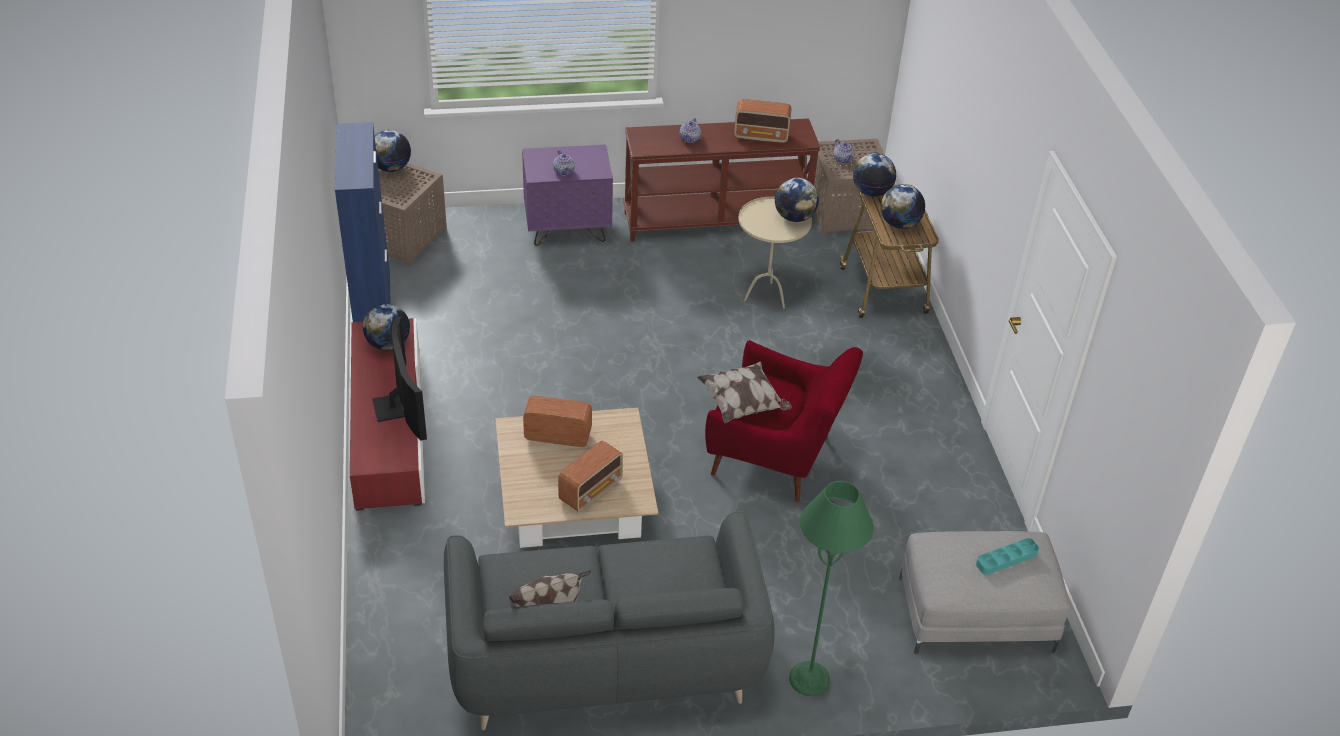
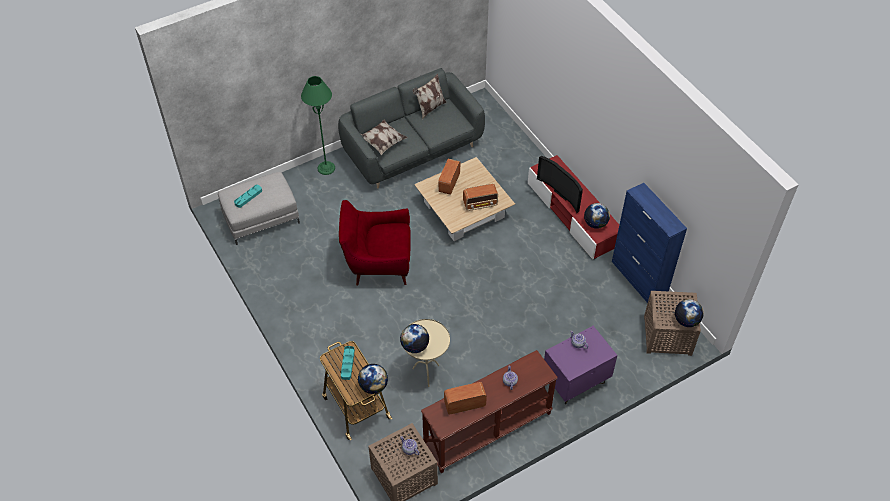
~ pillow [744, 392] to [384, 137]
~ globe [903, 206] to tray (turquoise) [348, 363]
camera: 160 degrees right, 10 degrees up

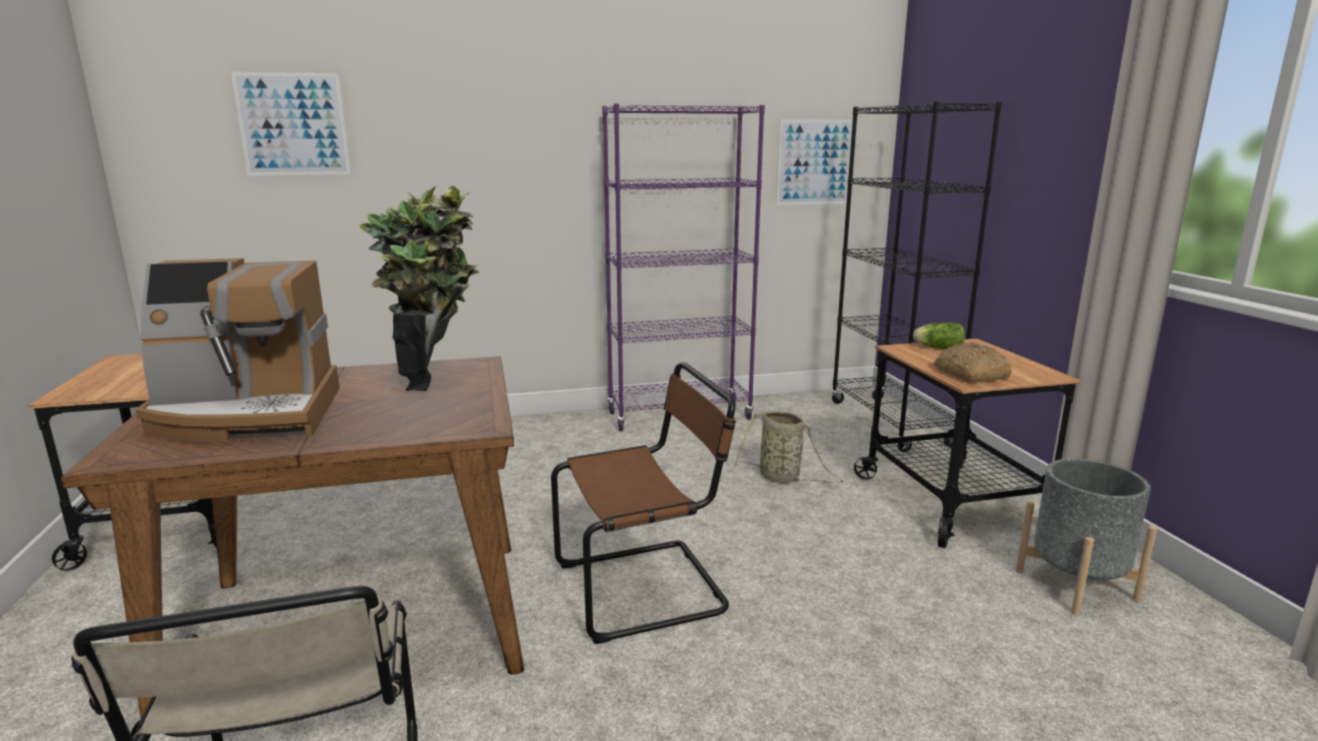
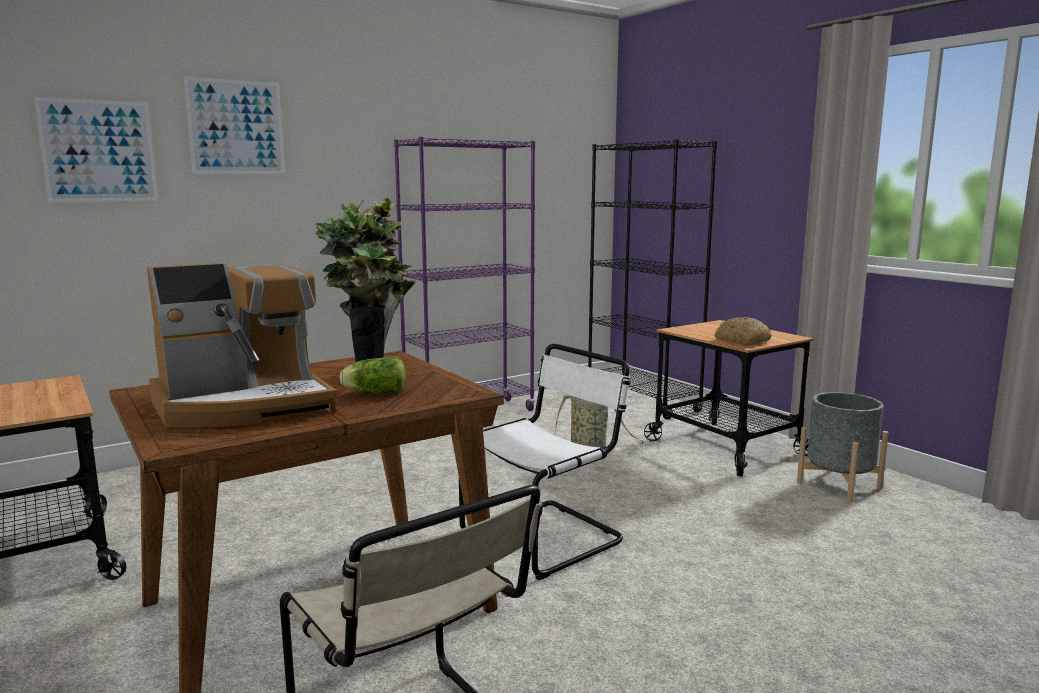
~ chair (brown) [643, 503] to chair (white) [545, 462]
~ picture [814, 162] to [234, 125]
~ lettuce [939, 336] to [373, 375]
camera: 20 degrees left, 5 degrees down

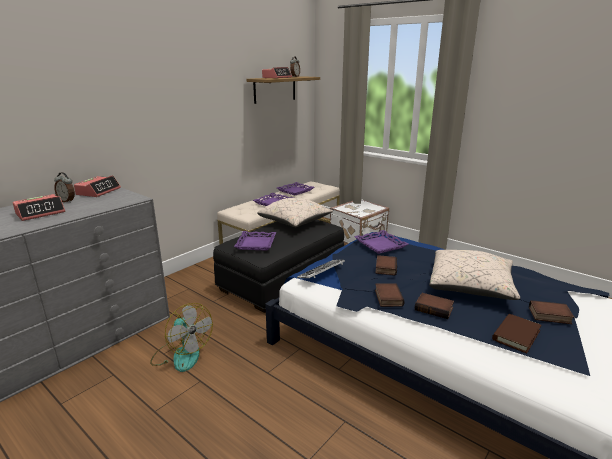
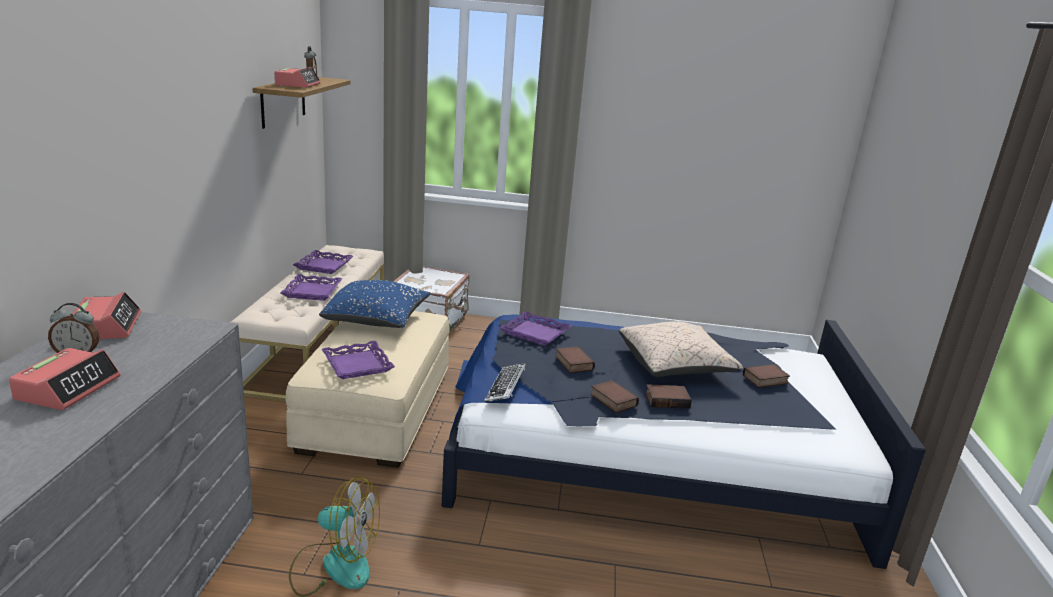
~ ottoman (black) [278, 266] to ottoman (beige) [367, 389]
~ pillow (beige) [295, 212] to pillow (blue) [375, 304]
- book (brown) [516, 333]
camera: 35 degrees left, 0 degrees up

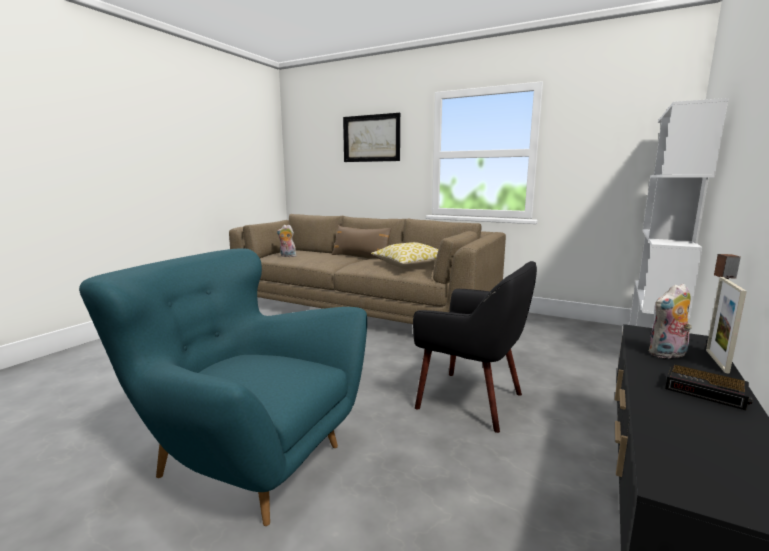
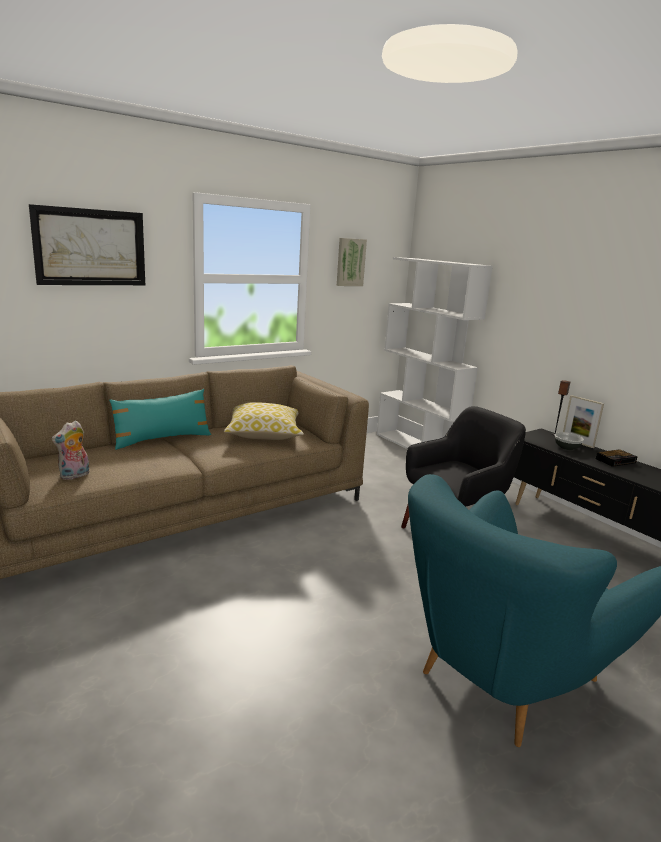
~ pillow (brown) [362, 242] to pillow (turquoise) [160, 419]
~ plush toy [670, 321] to bowl [569, 441]
+ picture [352, 262]
camera: 65 degrees left, 5 degrees up

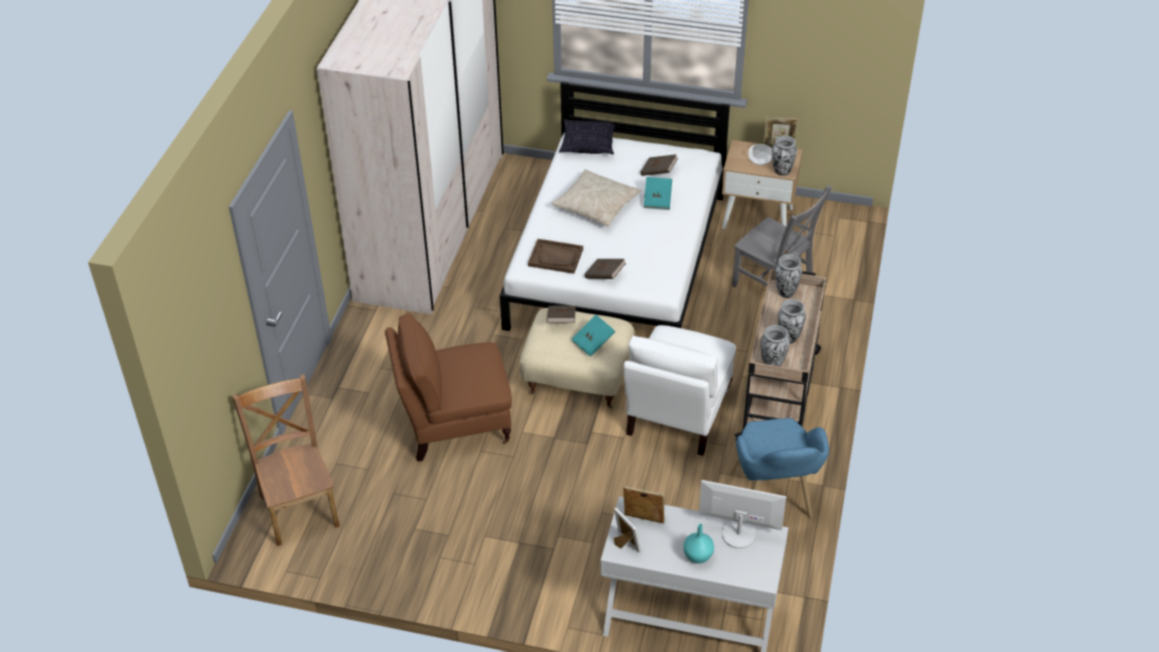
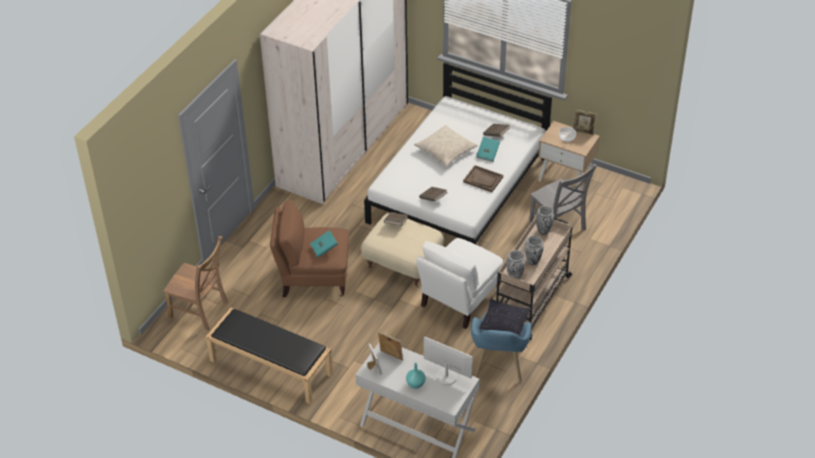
~ chair (brown) [286, 460] = [195, 283] 120 degrees clockwise
~ tray (brown) [555, 256] to [483, 178]
~ pillow [587, 136] to [505, 317]
~ book (turquoise) [593, 336] to [324, 244]
- vase [784, 155]
+ bench (black) [269, 356]
camera: 15 degrees right, 0 degrees up

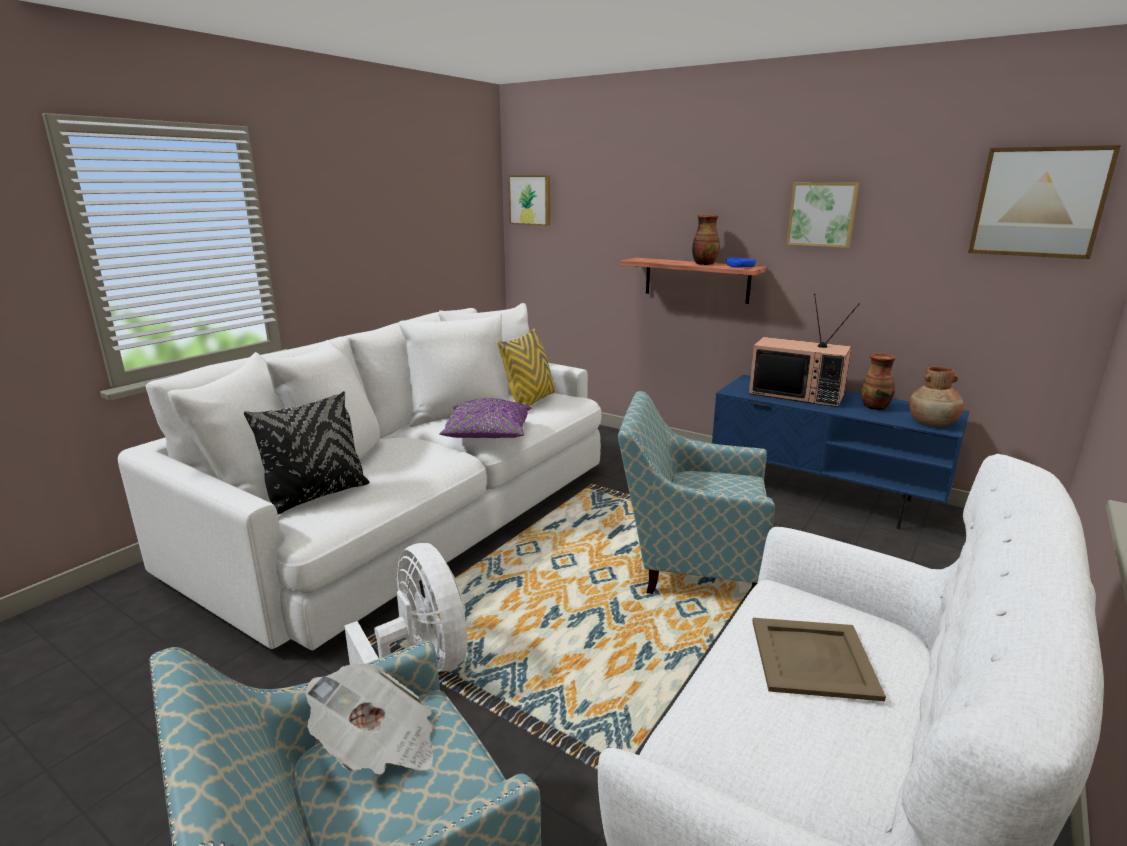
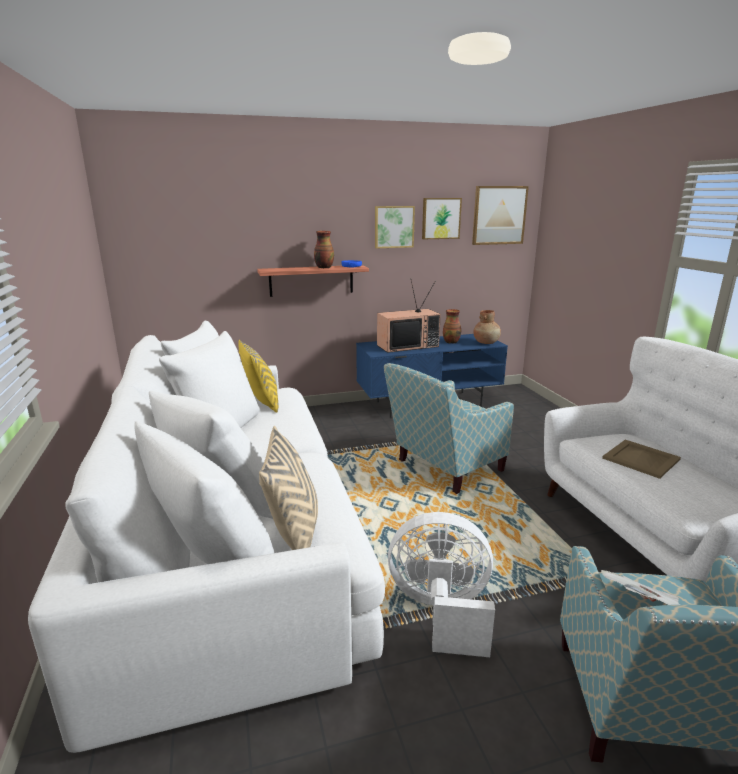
~ pillow (black) [306, 452] to pillow (beige) [288, 487]
- pillow (purple) [485, 418]
~ picture [529, 200] to [442, 218]
camera: 50 degrees left, 0 degrees up

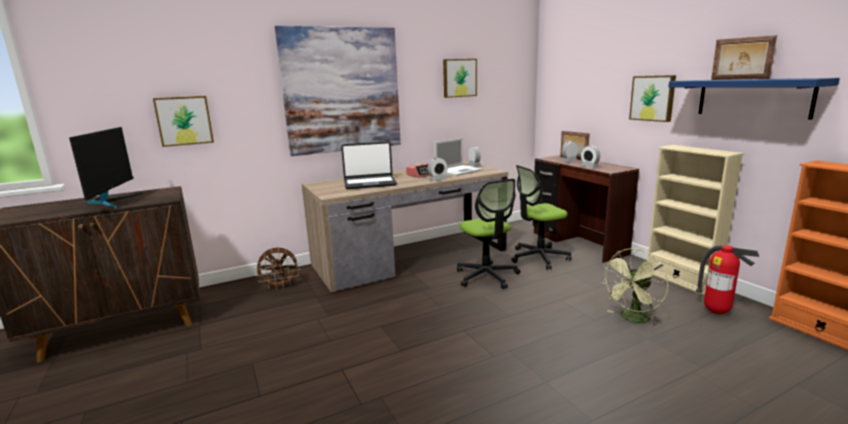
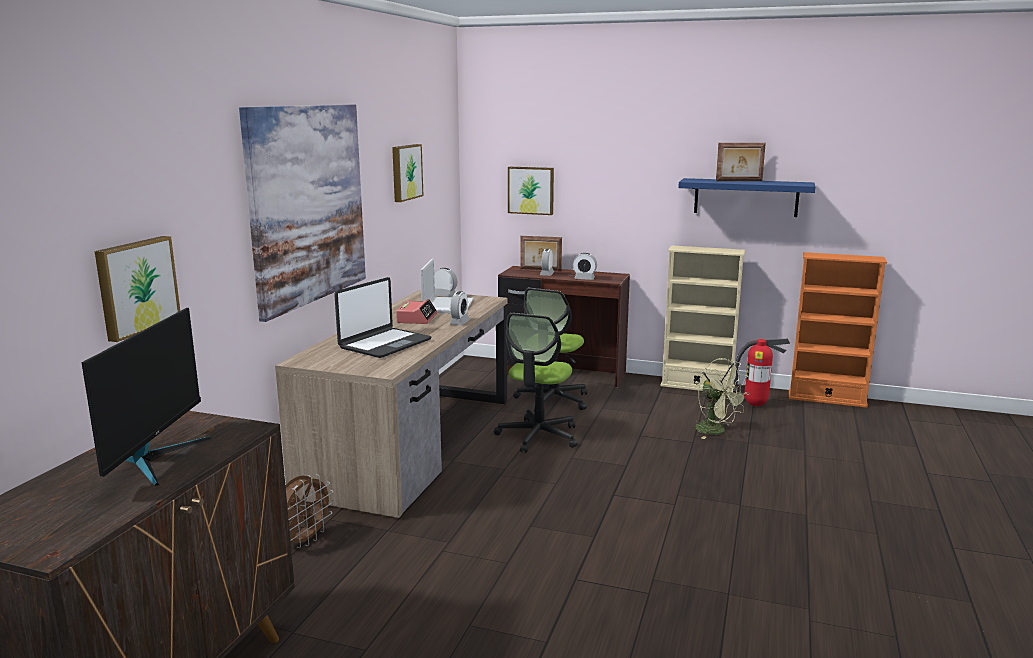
~ monitor [105, 167] = [146, 397] 60 degrees clockwise
~ office chair [488, 234] = [536, 383] 90 degrees clockwise
~ fan (green) [634, 287] = [722, 398] 45 degrees counterclockwise
~ picture [652, 98] to [531, 191]
camera: 45 degrees left, 0 degrees up

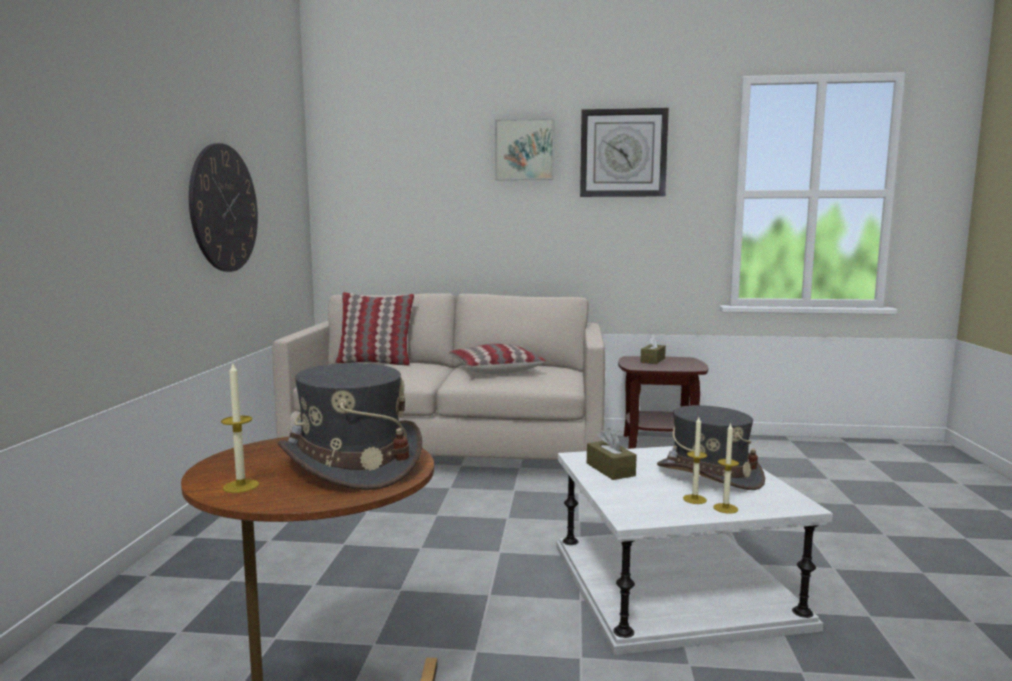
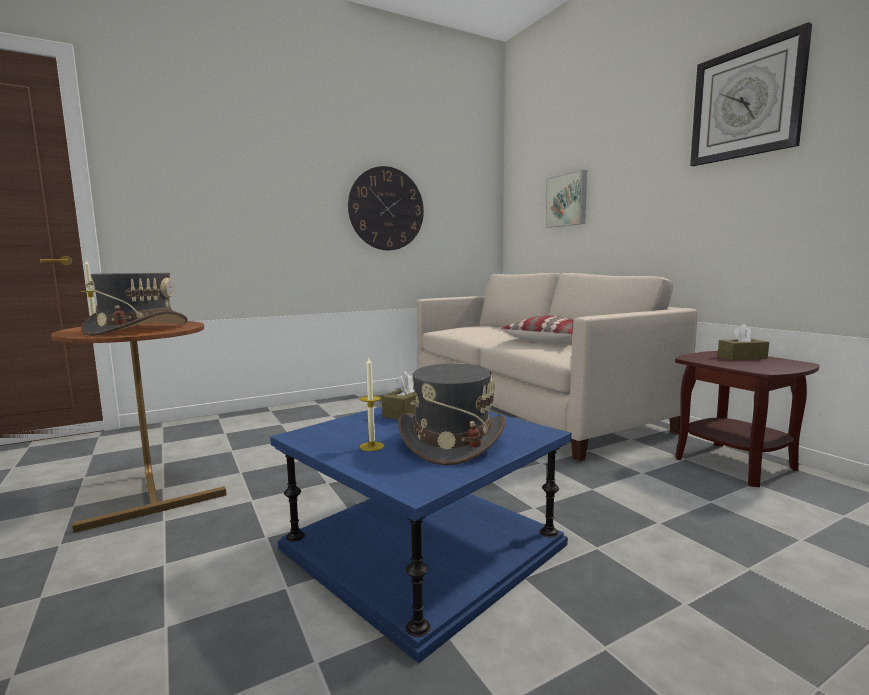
- pillow [374, 329]
~ picture [524, 149] to [566, 199]
~ side table (white) [694, 550] to side table (blue) [420, 535]
- candle [726, 468]
camera: 55 degrees right, 0 degrees up

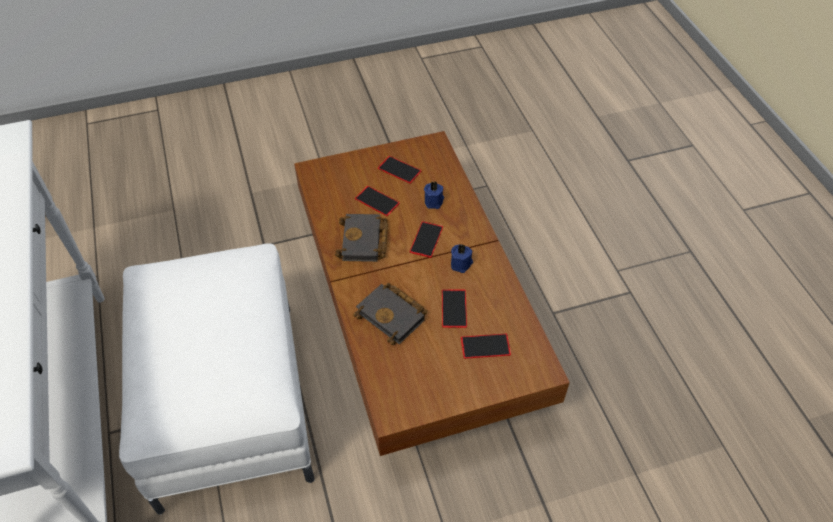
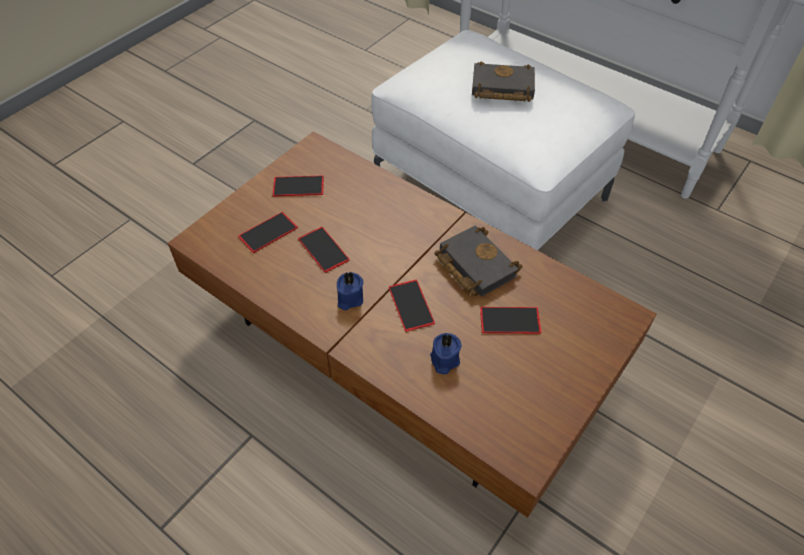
~ book (black) [390, 314] to [503, 81]
~ phone [400, 170] to [298, 186]
camera: 145 degrees right, 0 degrees up

